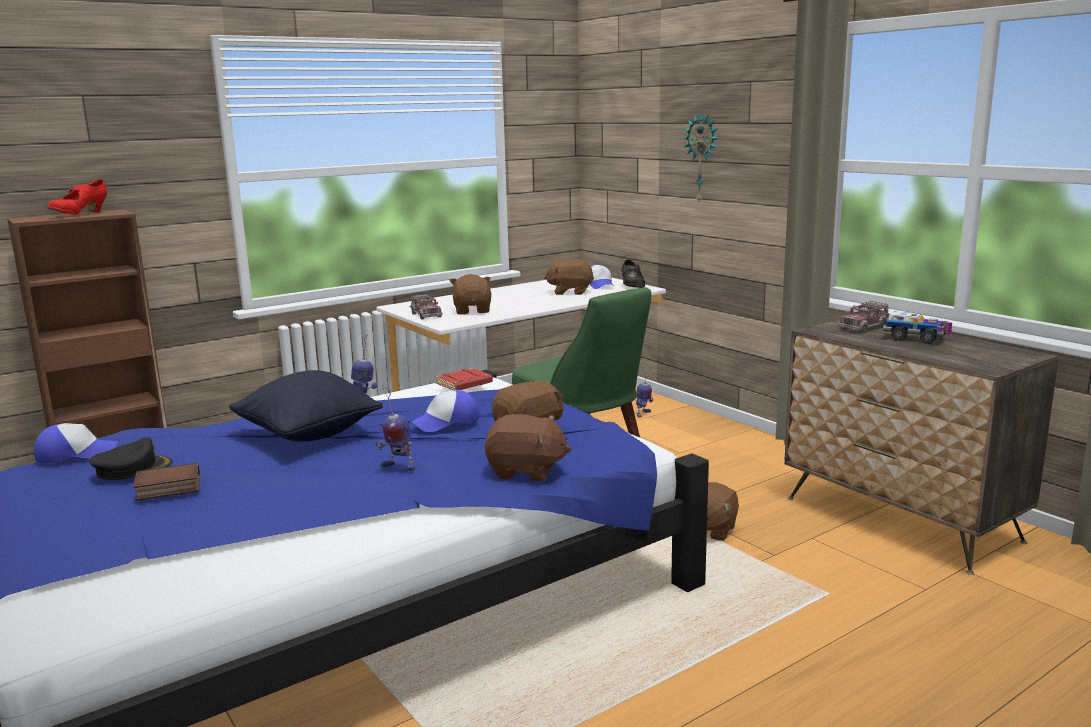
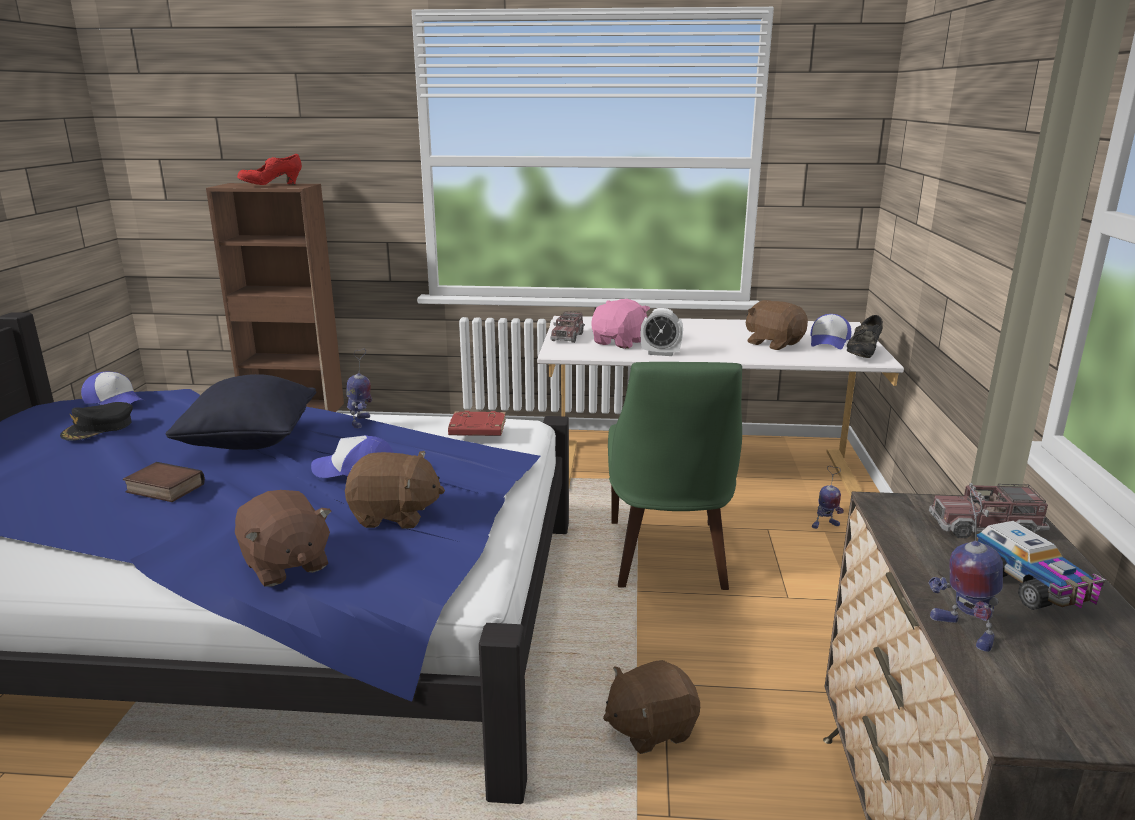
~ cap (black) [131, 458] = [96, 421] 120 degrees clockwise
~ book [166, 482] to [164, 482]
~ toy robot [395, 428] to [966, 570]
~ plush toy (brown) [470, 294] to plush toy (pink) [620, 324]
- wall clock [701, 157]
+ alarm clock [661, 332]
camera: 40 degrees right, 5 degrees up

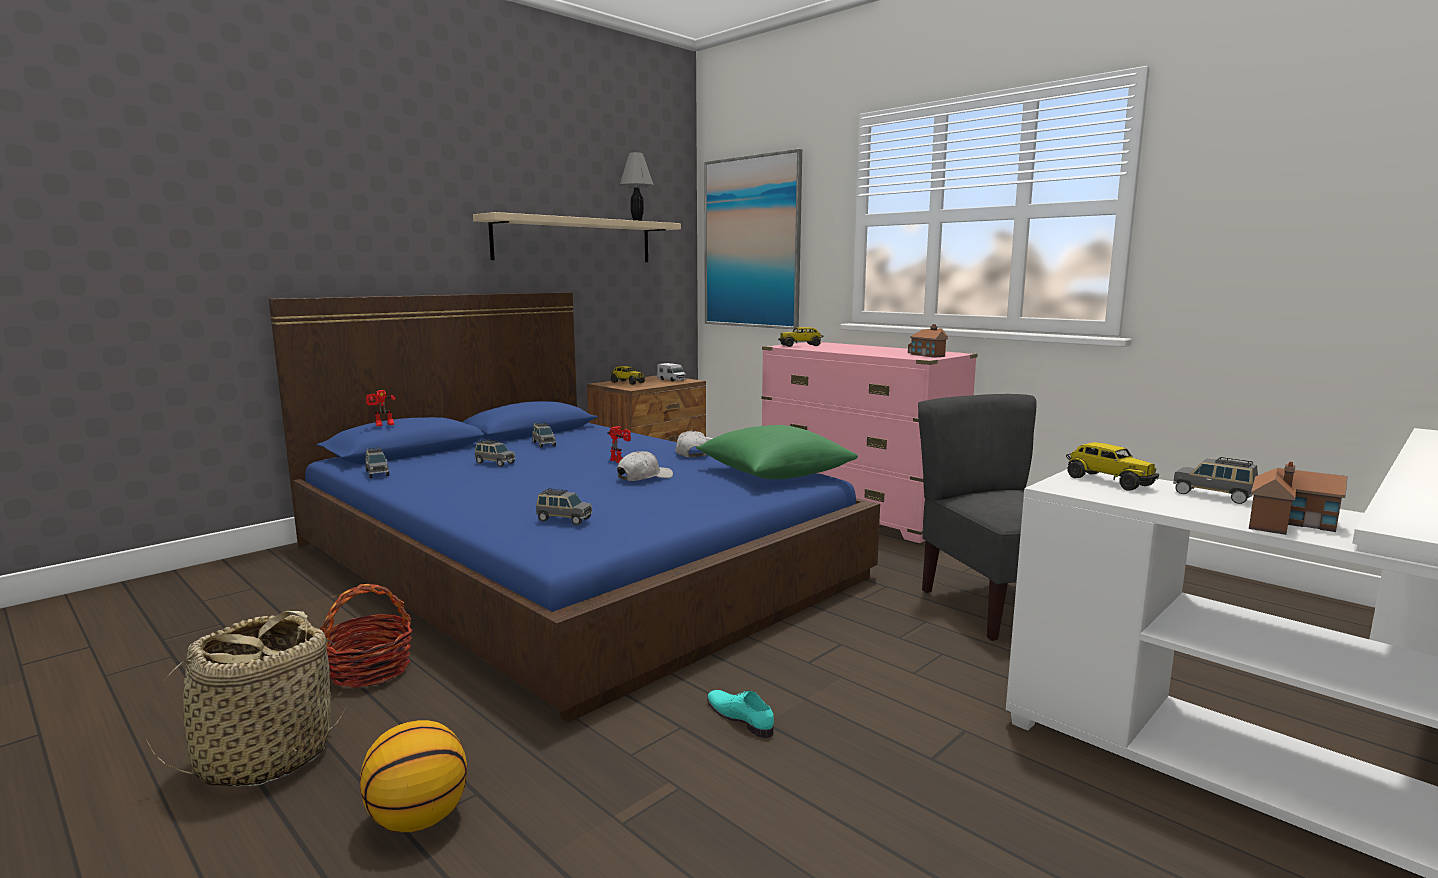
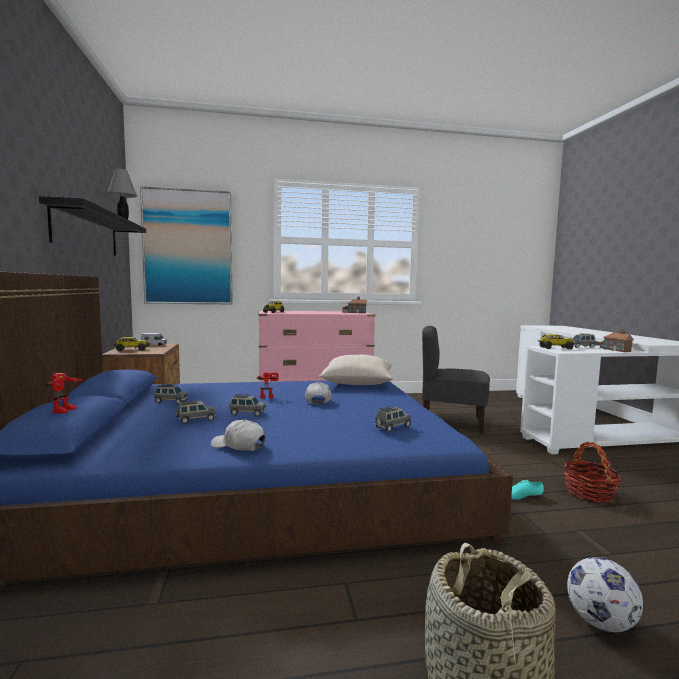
~ basket [366, 636] to [592, 472]
~ basketball [413, 776] to football [605, 595]
~ toy car (grey) [377, 462] to [247, 405]
~ shelf (beige) [577, 237] to shelf (black) [92, 226]
~ cap (white) [691, 444] to [238, 435]
~ pillow (green) [777, 452] to pillow (beige) [356, 370]
camera: 55 degrees left, 5 degrees down

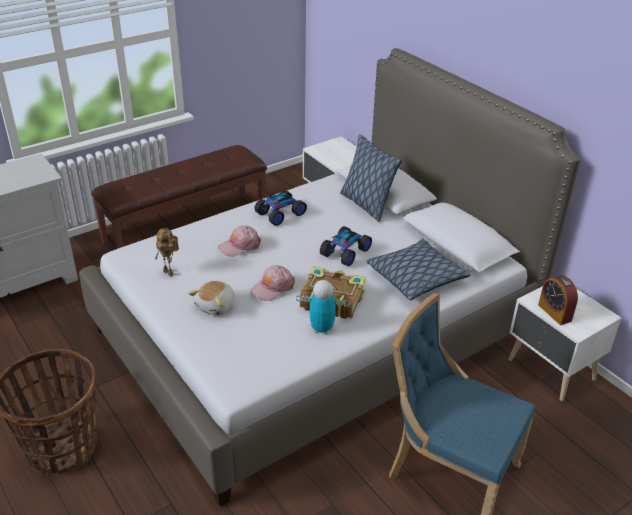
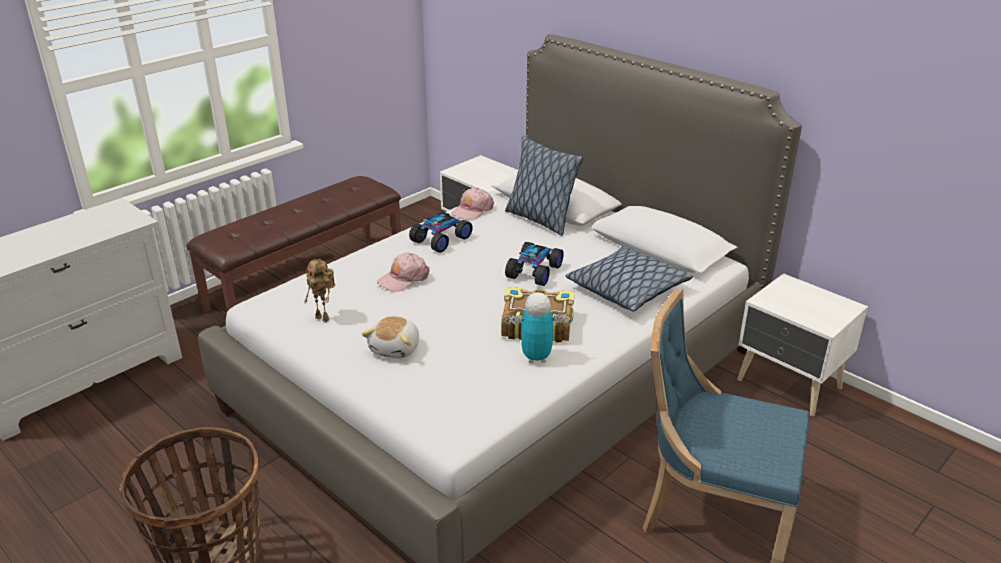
~ cap (pink) [272, 283] to [472, 204]
- alarm clock [558, 300]
camera: 10 degrees left, 5 degrees down

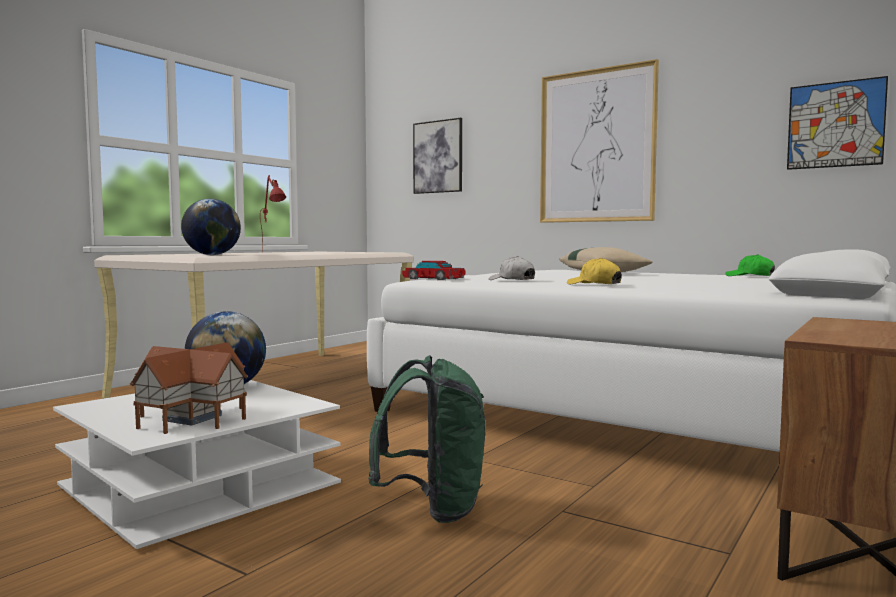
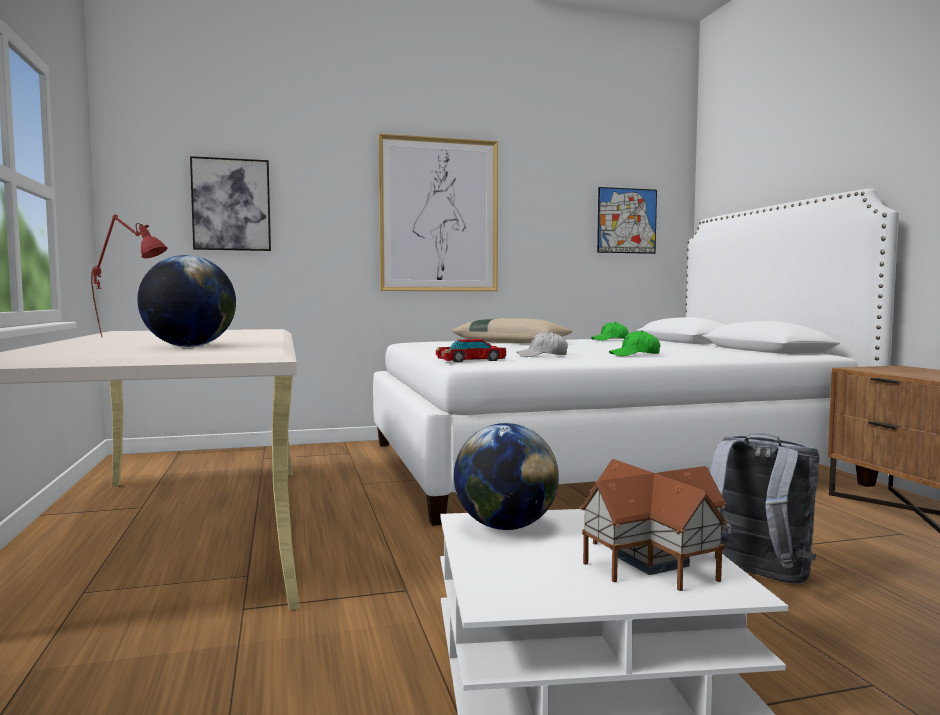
~ backpack (green) [426, 439] to backpack (grey) [765, 508]
~ cap (yellow) [594, 271] to cap (green) [634, 343]
camera: 50 degrees left, 0 degrees up

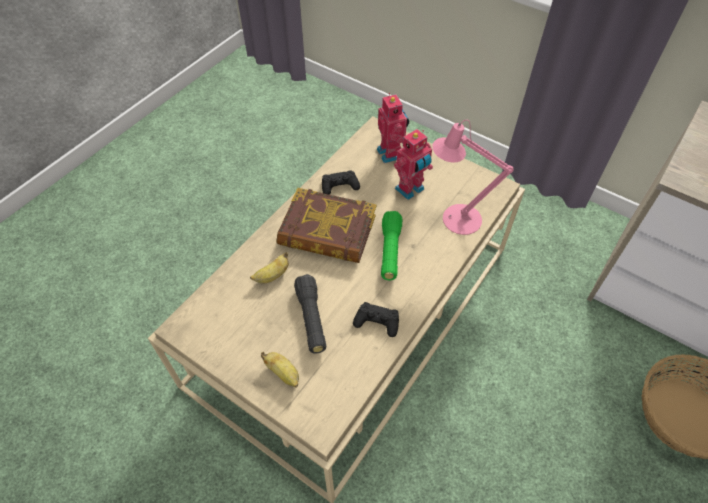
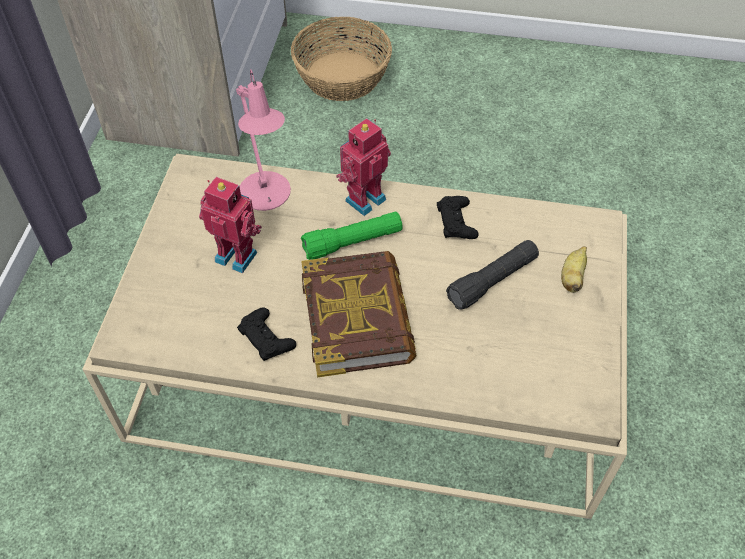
- banana [269, 268]
~ toy robot [393, 128] to [363, 167]
camera: 115 degrees left, 0 degrees up

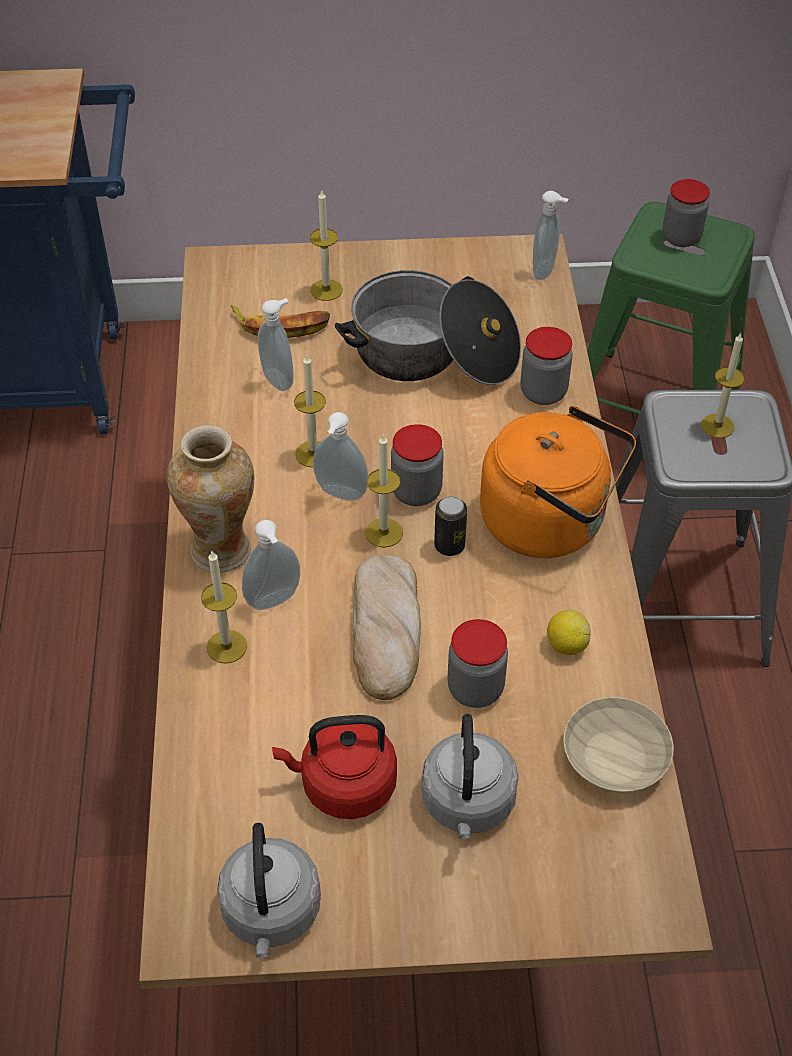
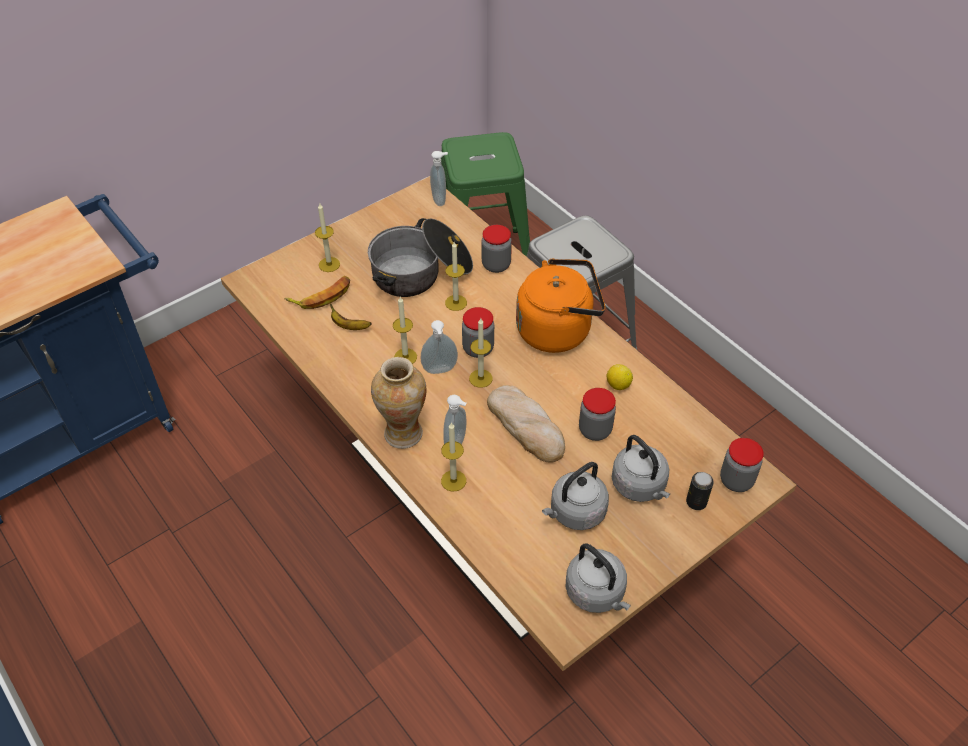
~ soap dispenser [276, 344] to banana [351, 316]
~ kettle (red) [334, 767] to kettle (grey) [575, 496]
~ can [450, 526] to [700, 491]
- bowl (beige) [618, 745]
~ jar [686, 213] to [742, 465]
~ candle [723, 385] to [456, 276]
camera: 35 degrees left, 0 degrees up

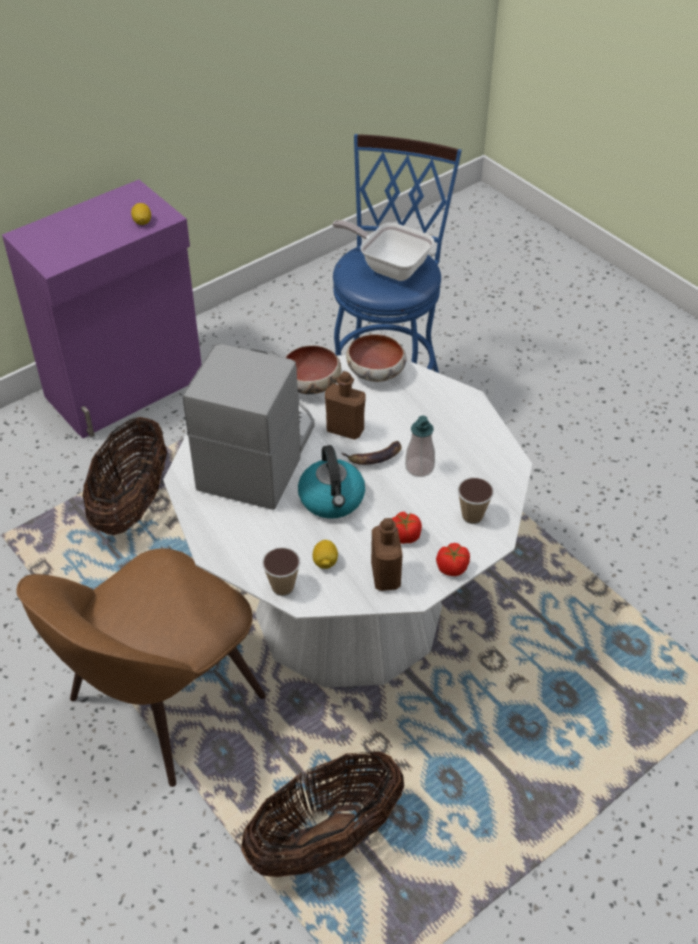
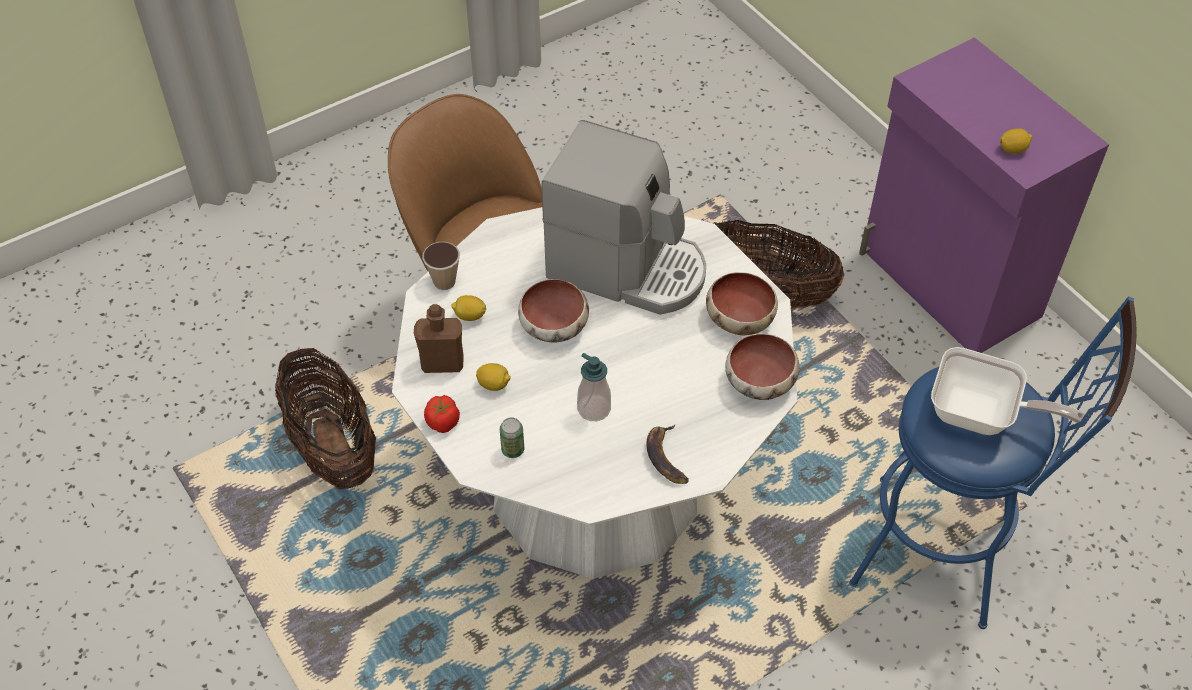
~ kettle [331, 482] to bowl [553, 311]
- bottle (brown) [345, 405]
~ frying pan [383, 250] = [1008, 391] 75 degrees clockwise
~ banana [372, 453] to [667, 454]
~ tomato [406, 528] to lemon [493, 377]
~ cup [476, 501] to can [512, 437]
camera: 95 degrees right, 5 degrees up

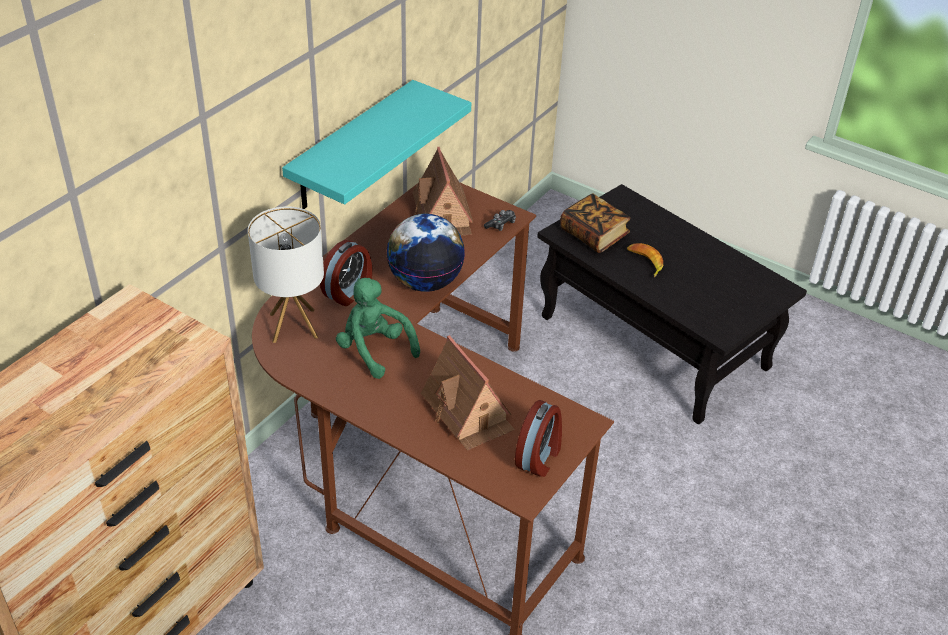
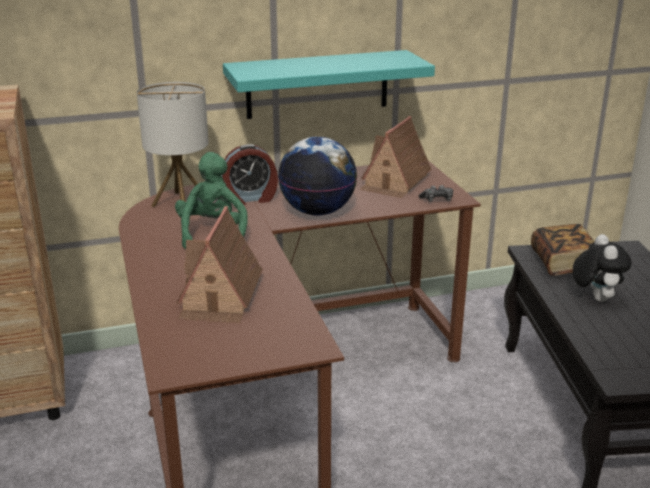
- alarm clock [538, 438]
~ banana [645, 260] to plush toy [602, 268]
camera: 40 degrees right, 15 degrees down

